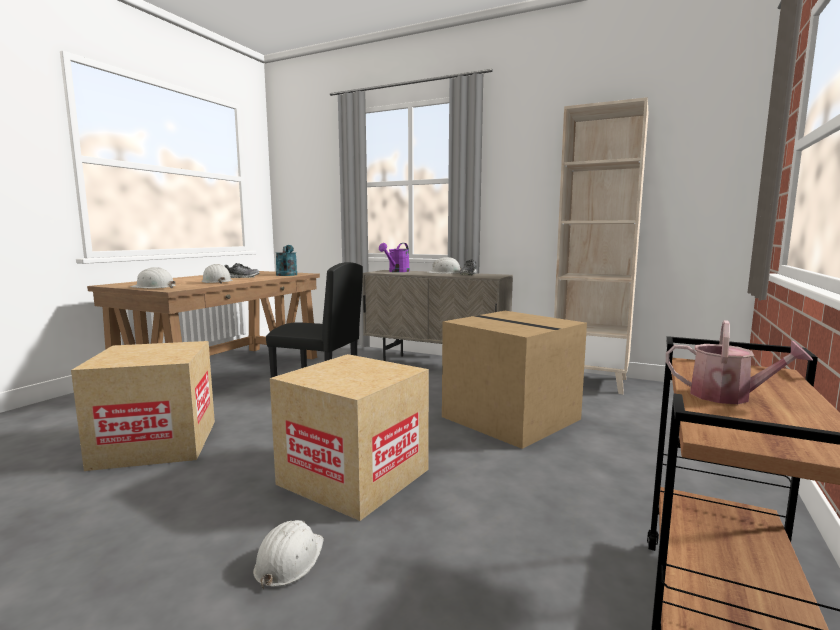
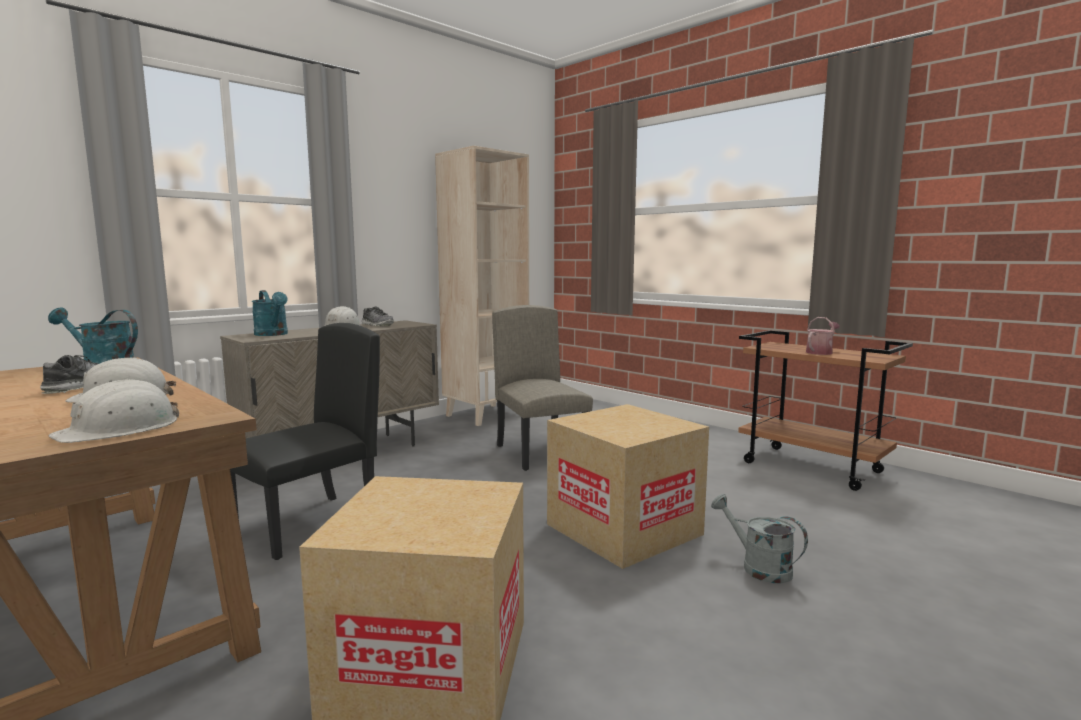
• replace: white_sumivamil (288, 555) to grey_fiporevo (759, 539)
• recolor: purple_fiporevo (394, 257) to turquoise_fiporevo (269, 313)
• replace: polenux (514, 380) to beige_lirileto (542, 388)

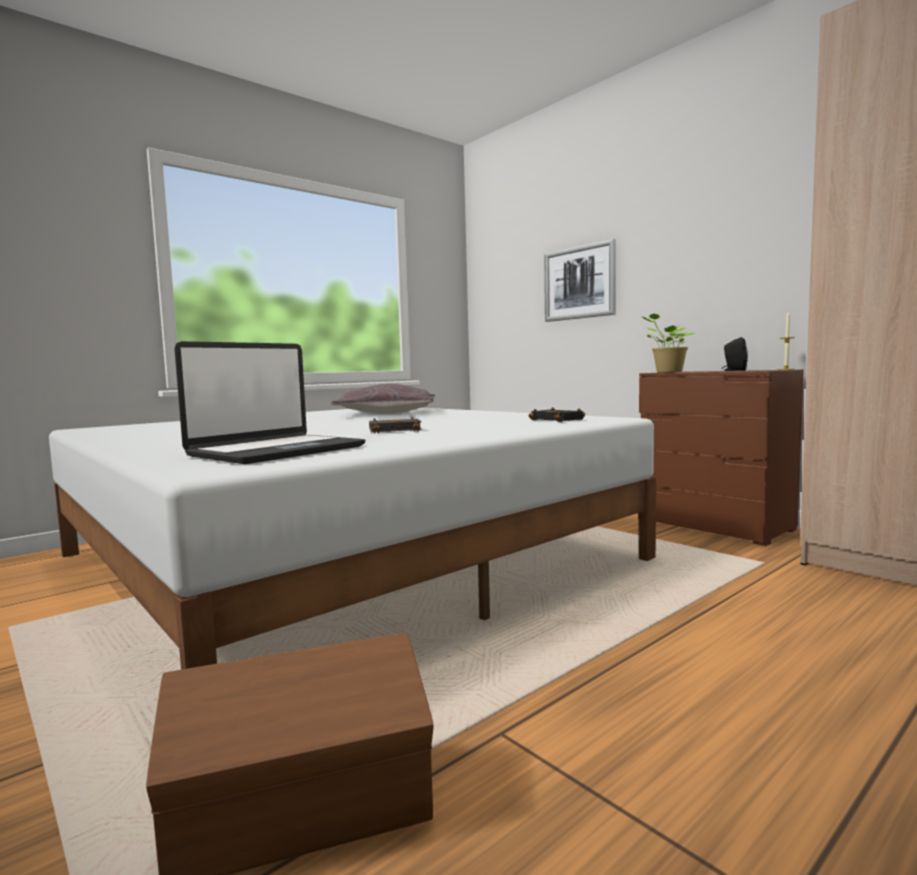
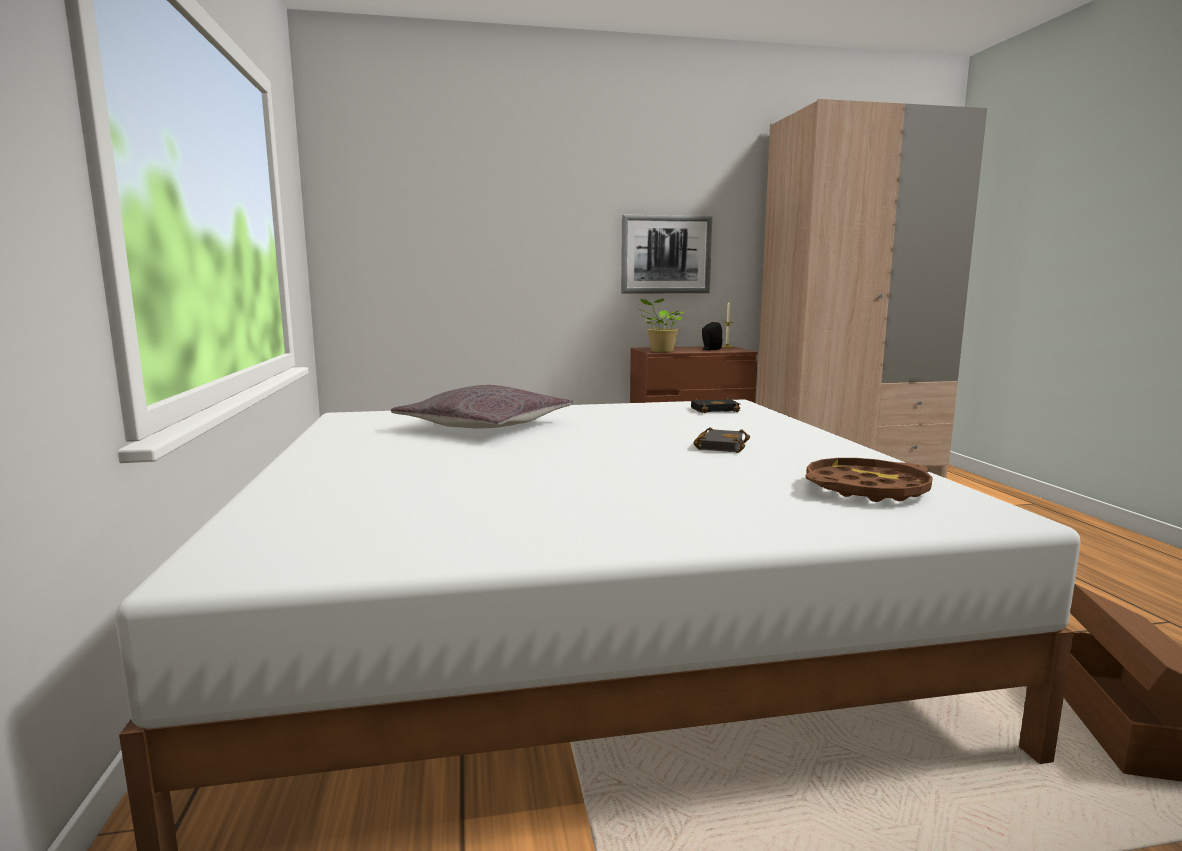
• replace: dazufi (269, 402) to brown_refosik (869, 480)
• move: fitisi (580, 280) to (666, 253)

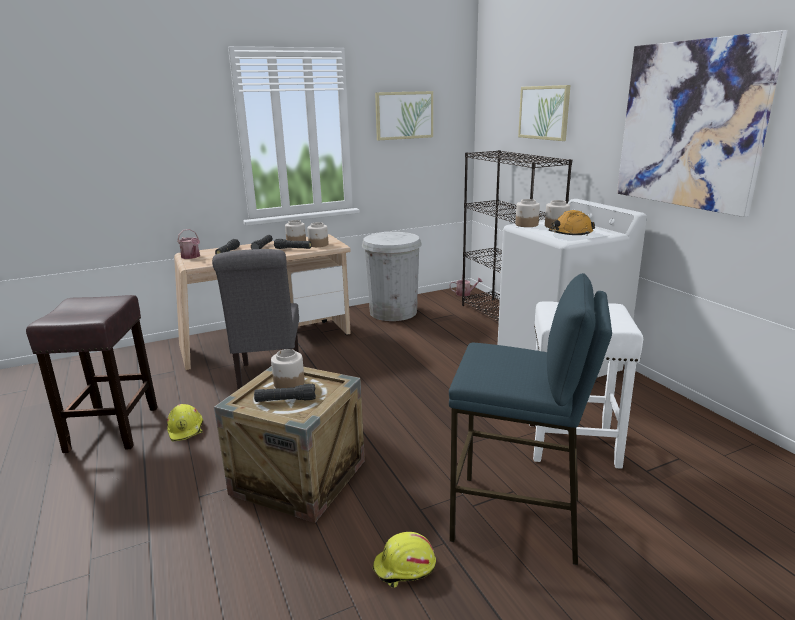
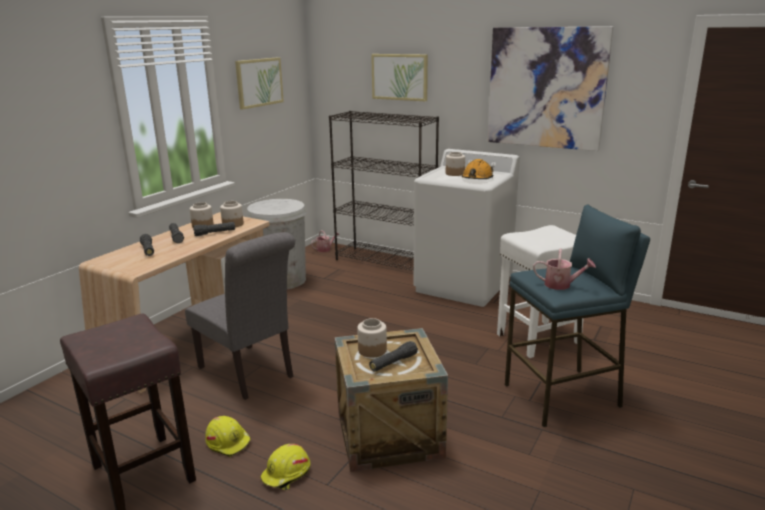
• move: fiporevo (188, 244) to (564, 269)
• move: yellow_sumivamil (404, 559) to (285, 467)
• delete: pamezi (527, 213)

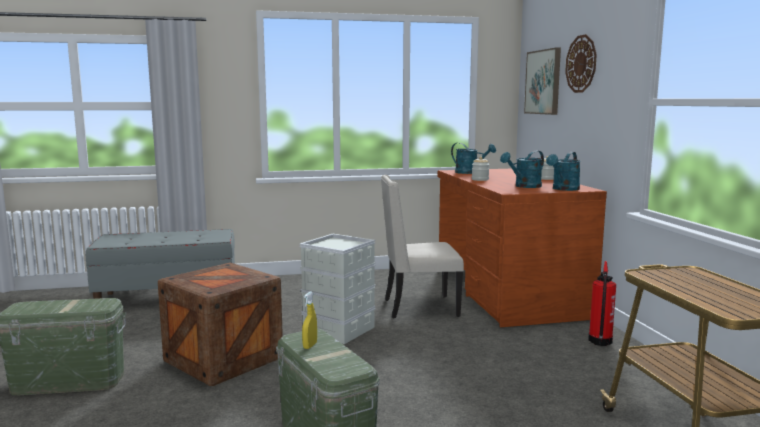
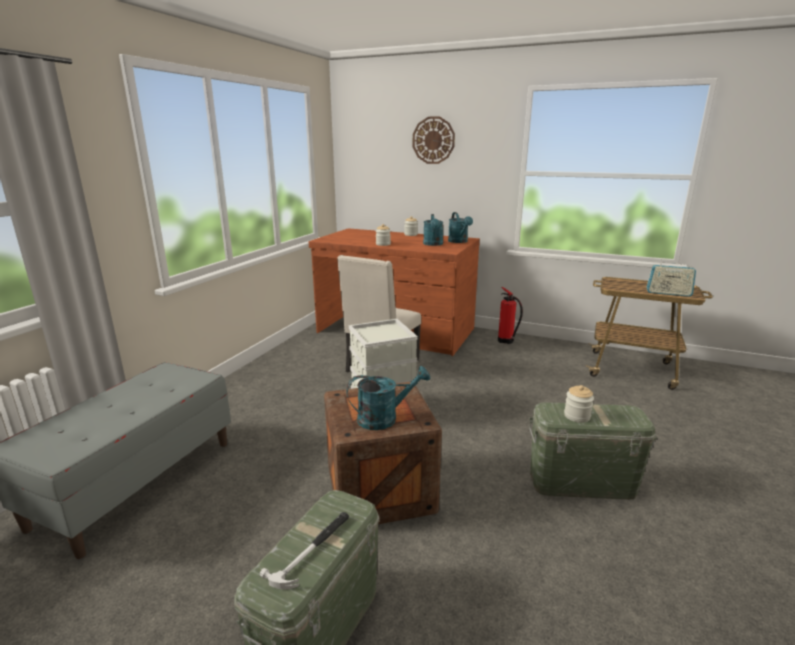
• replace: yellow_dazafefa (309, 320) to pamezi (579, 404)
• move: turquoise_fiporevo (473, 158) to (388, 398)
• delete: fitisi (542, 81)
• insert: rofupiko (304, 550)
• insert: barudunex (671, 278)

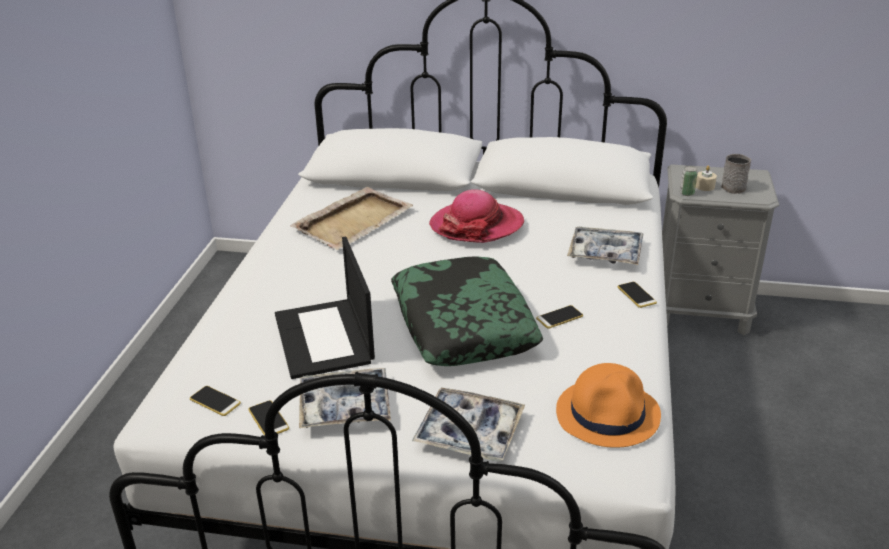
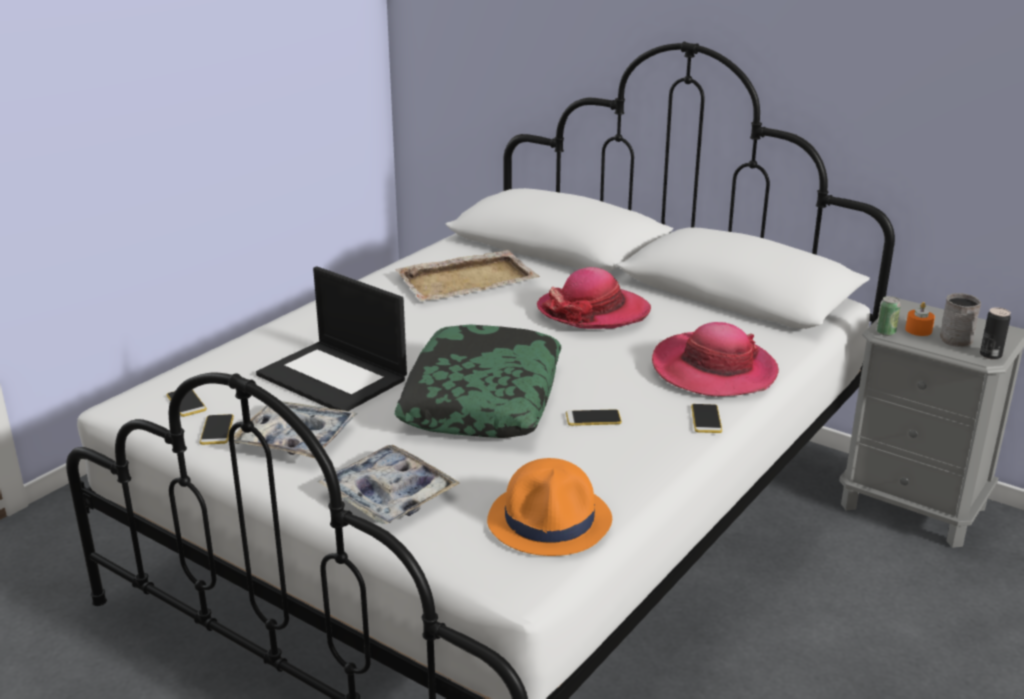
• rotate: dazufi (325, 308) = (331, 338) 60 degrees counterclockwise
• replace: refosik (605, 245) to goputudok (715, 359)
• recolor: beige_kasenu (706, 178) to orange_kasenu (920, 319)
• insert: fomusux (995, 333)

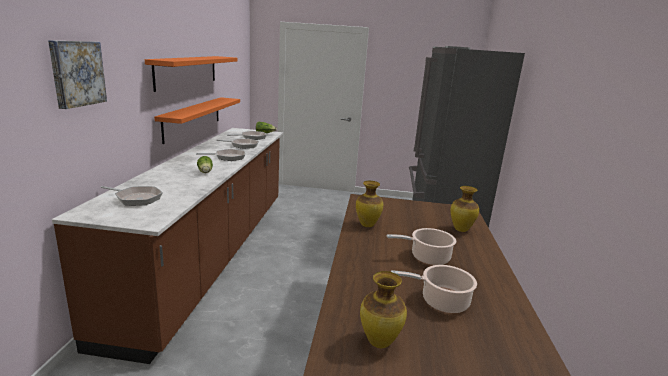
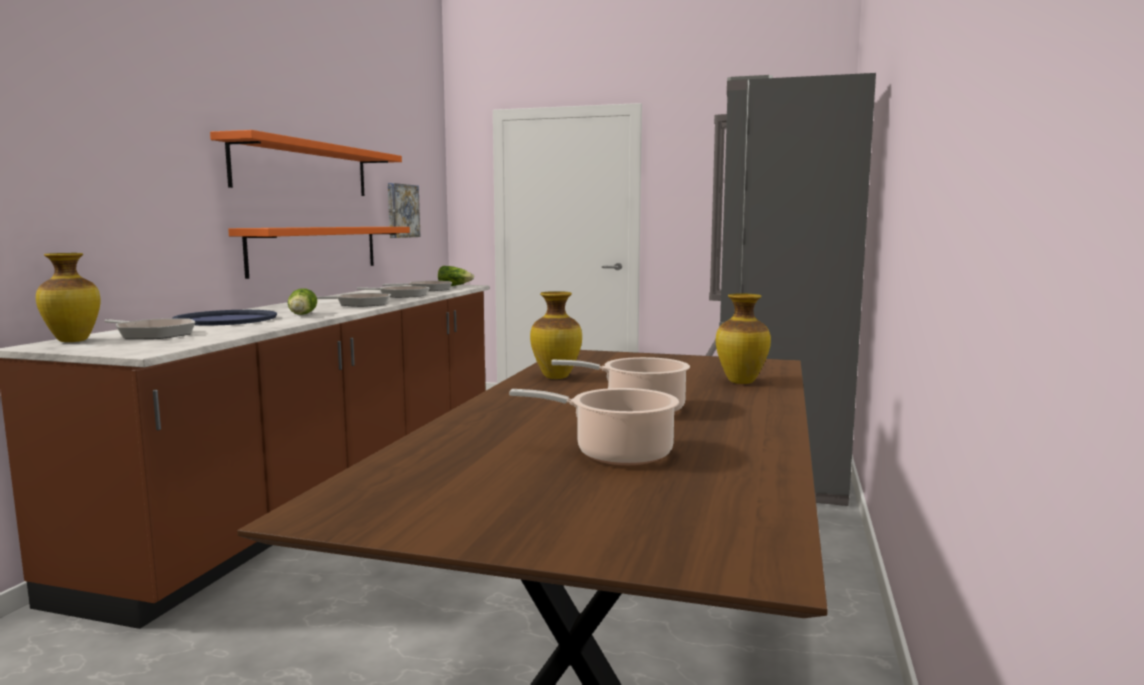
• move: fitisi (77, 74) to (404, 210)
• move: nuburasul (383, 309) to (68, 297)
• insert: blue_refosik (224, 318)

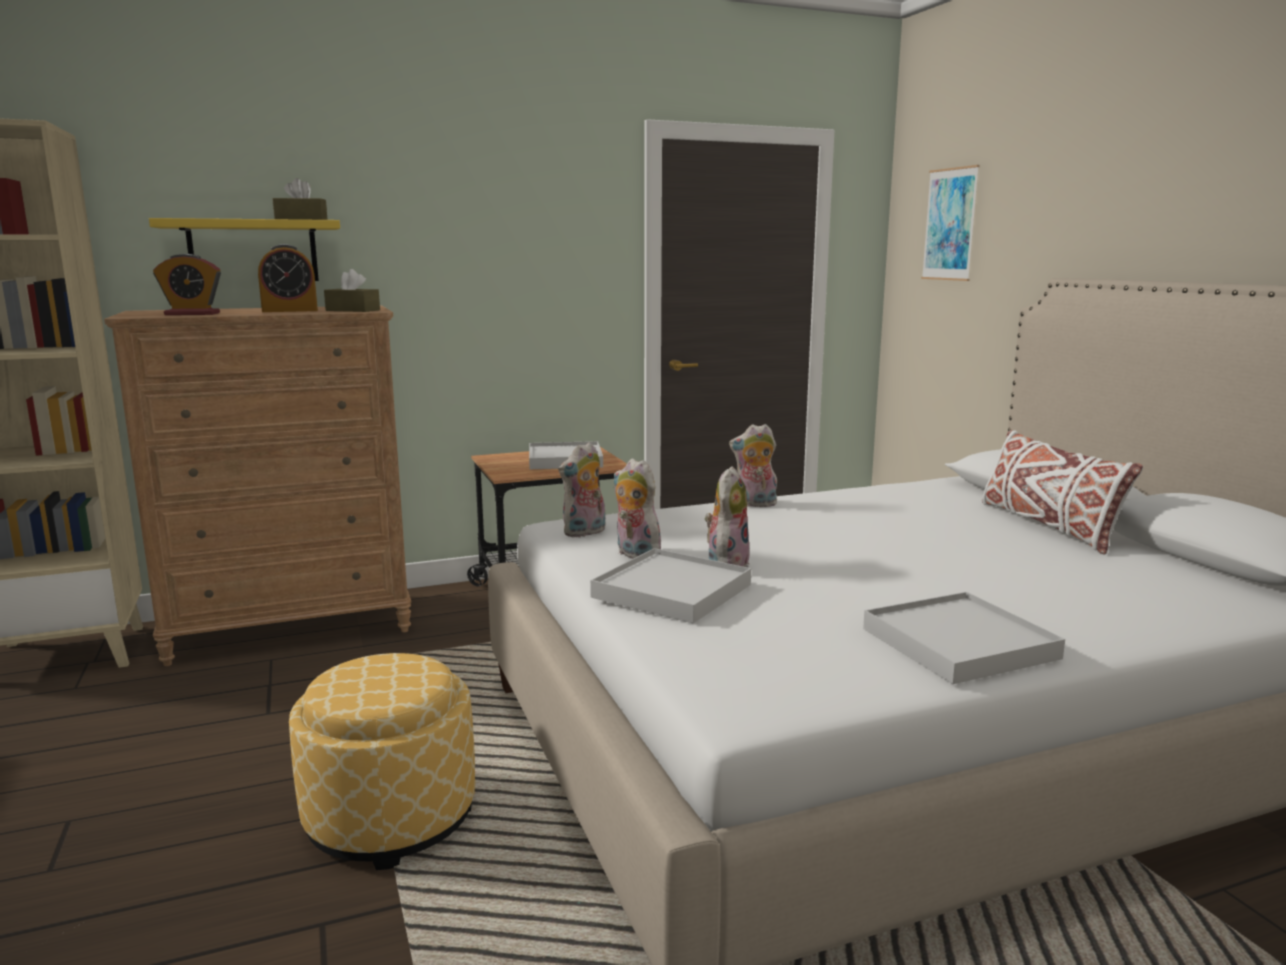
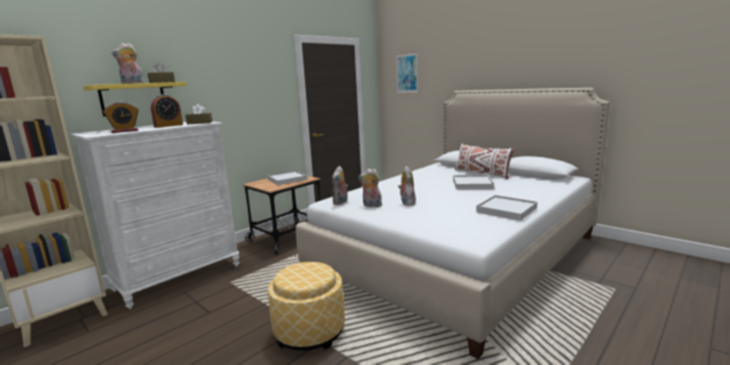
• recolor: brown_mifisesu (257, 485) to white_mifisesu (155, 215)
• move: white_refosik (670, 585) to (473, 182)
• move: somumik (753, 465) to (127, 63)

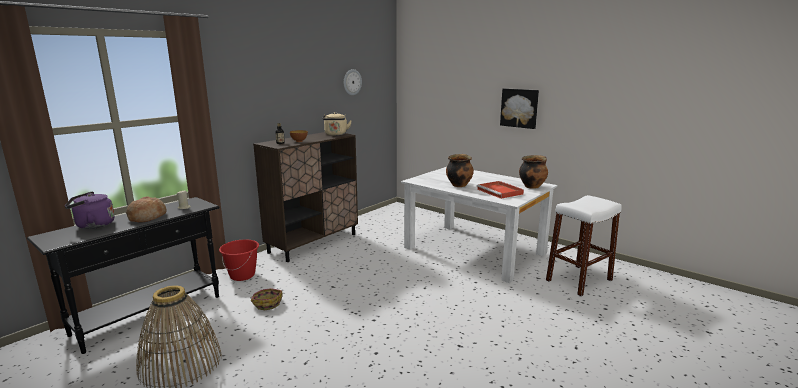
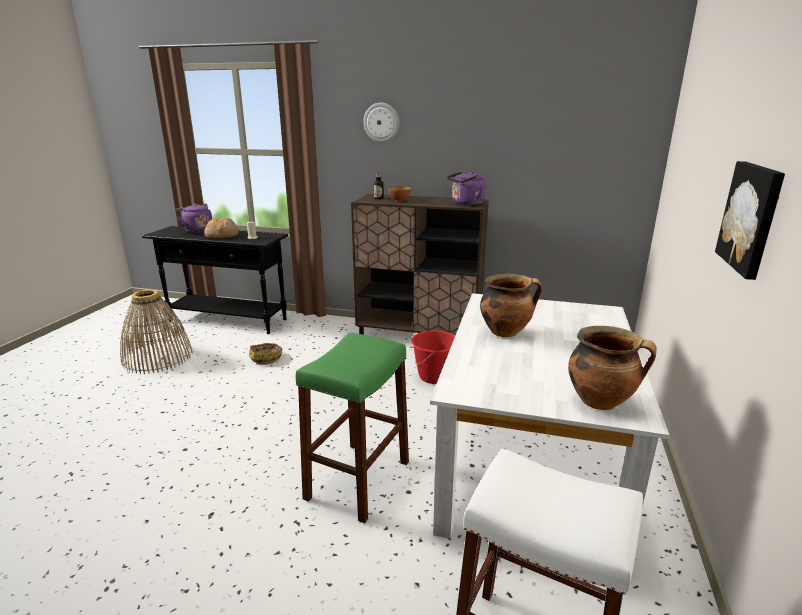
• move: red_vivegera (239, 260) to (433, 357)
• recolor: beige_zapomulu (337, 123) to purple_zapomulu (466, 188)
• move: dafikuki (353, 82) to (381, 122)
• delete: red_refosik (500, 190)
• insert: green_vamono (352, 428)

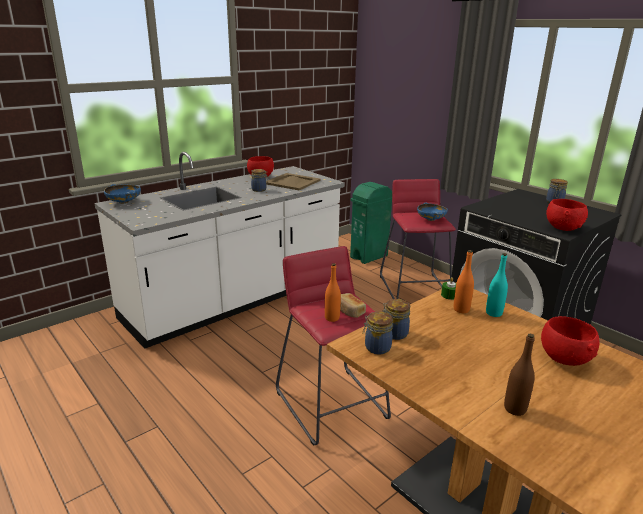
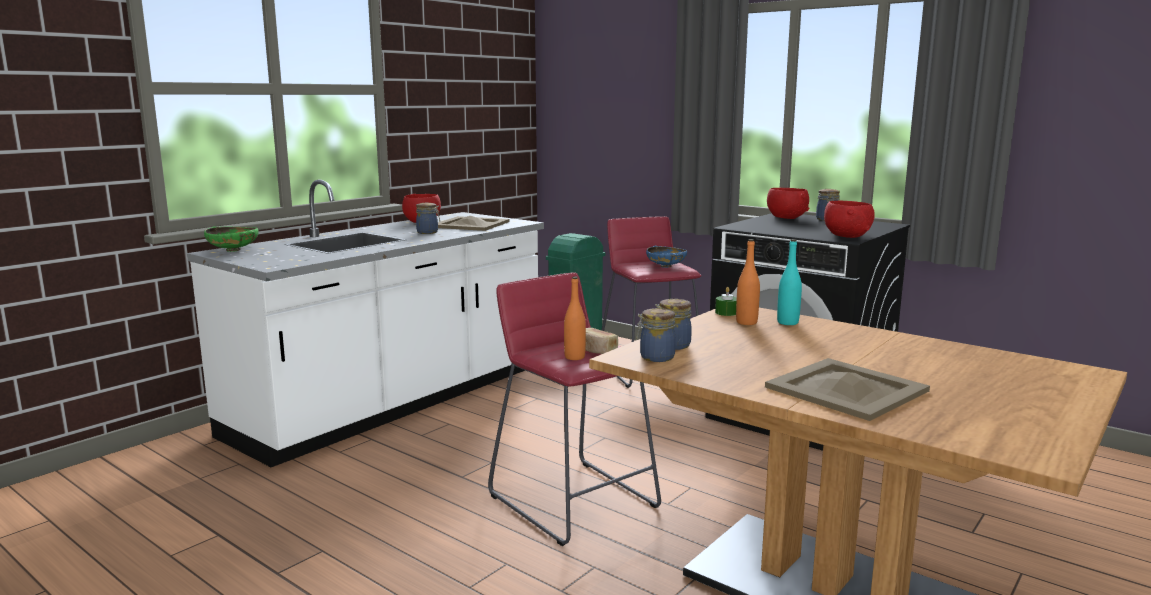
• recolor: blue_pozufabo (122, 194) to green_pozufabo (231, 239)
• replace: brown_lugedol (519, 374) to beige_refosik (847, 389)
• move: red_pozufabo (570, 341) to (788, 203)

